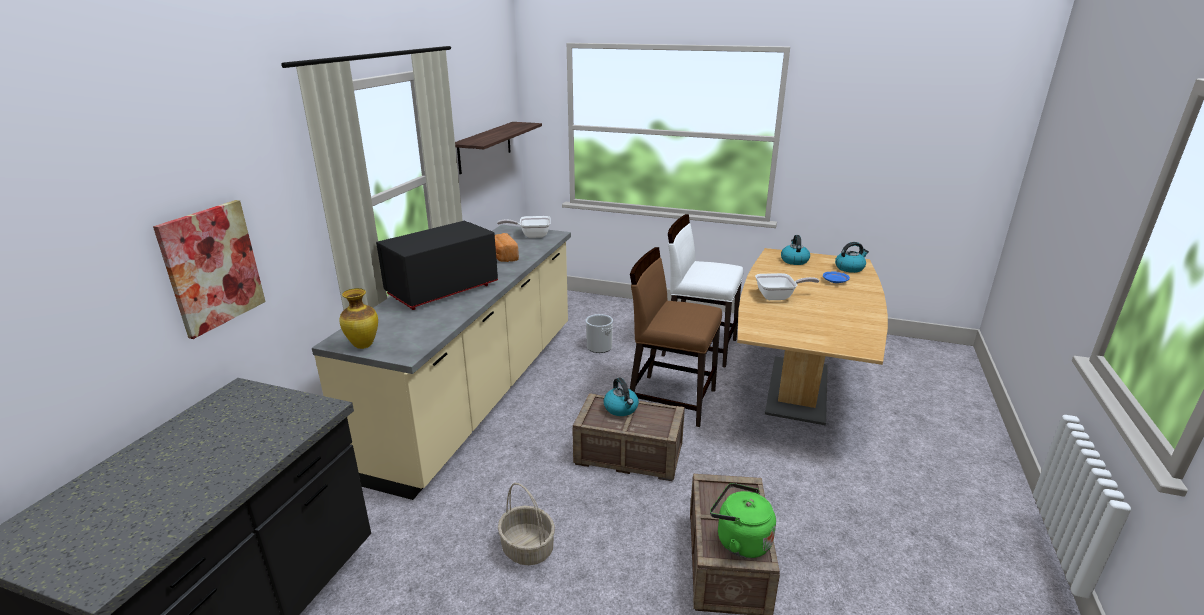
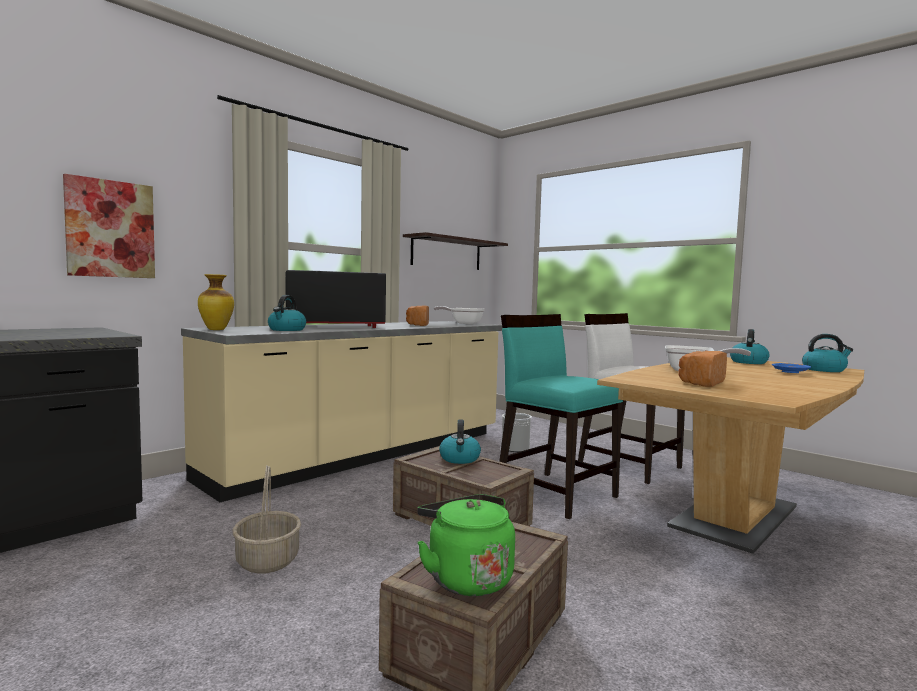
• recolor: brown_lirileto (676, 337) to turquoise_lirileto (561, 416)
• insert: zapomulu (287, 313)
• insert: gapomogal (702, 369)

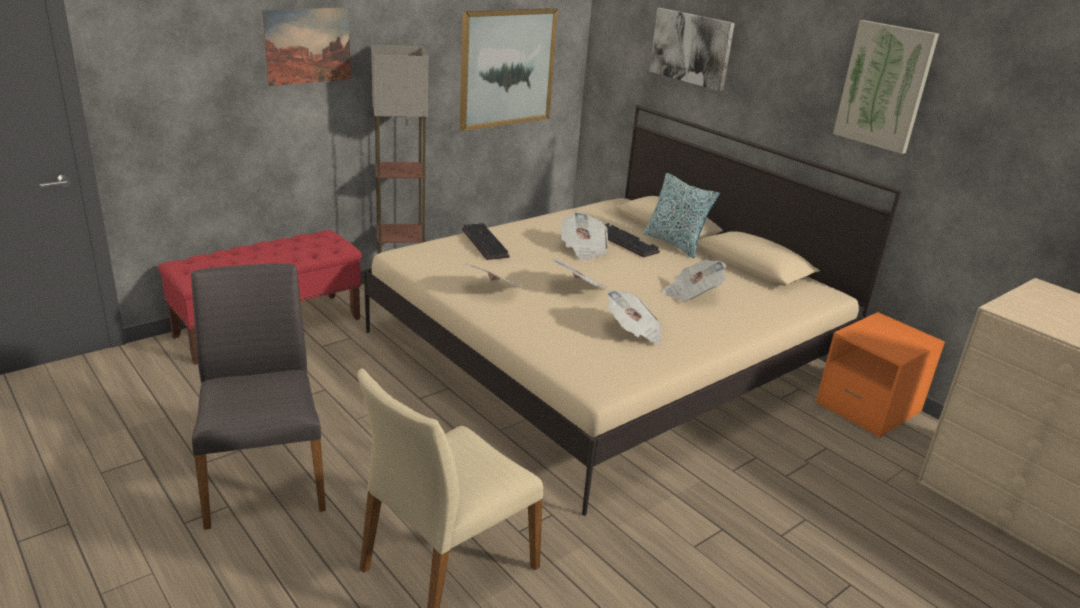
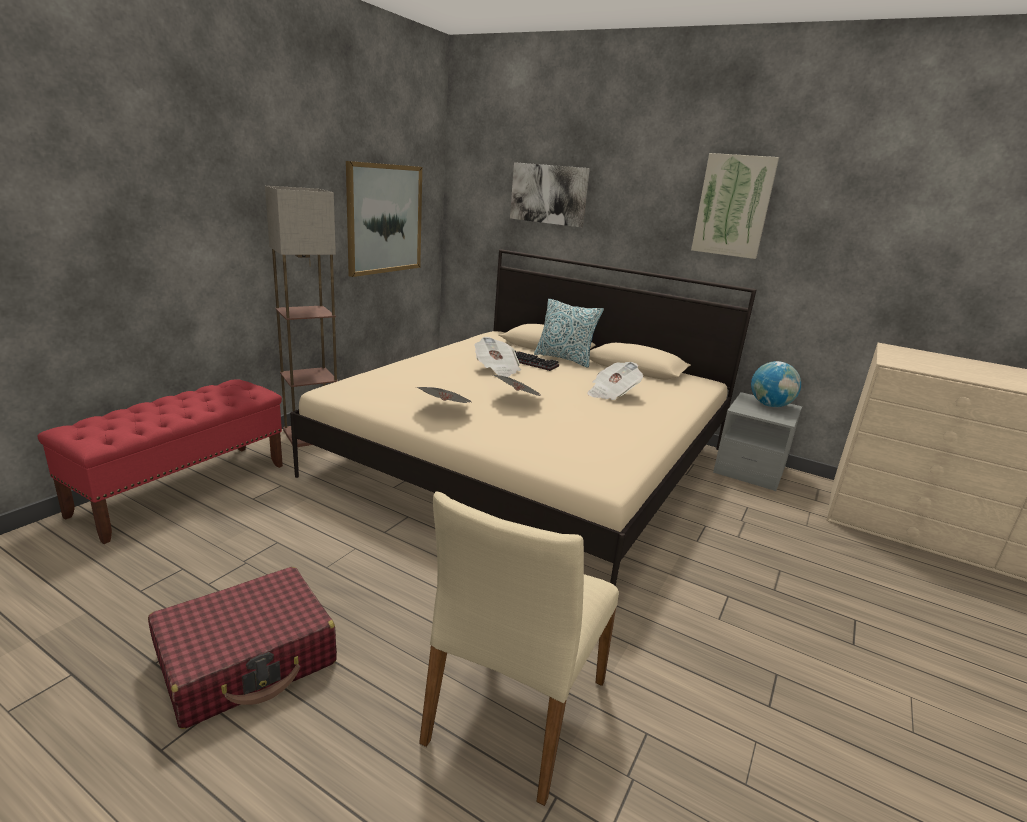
• replace: grey_lirileto (258, 397) to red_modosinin (242, 648)
• delete: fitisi (306, 46)
• delete: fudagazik (486, 241)
• delete: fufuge (635, 317)
• recolor: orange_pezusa (880, 375) to grey_pezusa (757, 441)
• insert: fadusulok (776, 384)

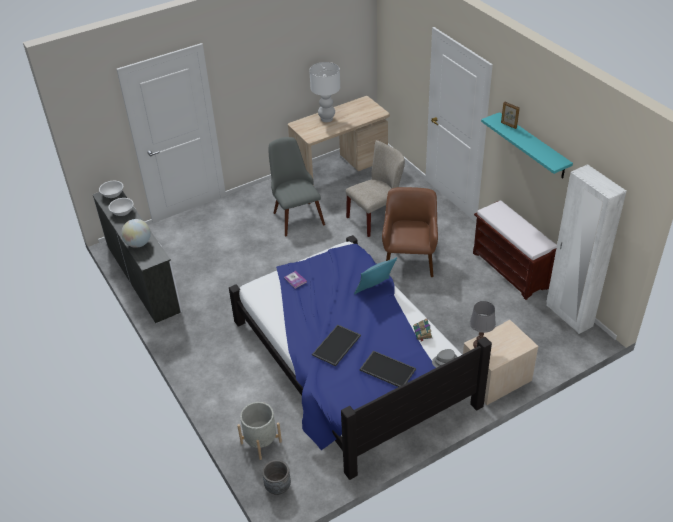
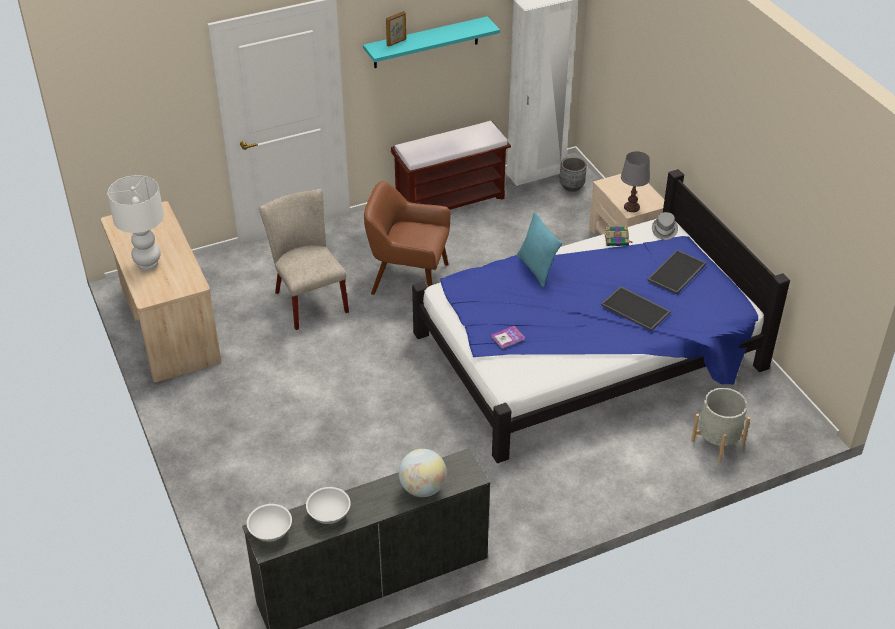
• move: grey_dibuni (276, 477) to (573, 174)
• delete: grey_lirileto (297, 186)

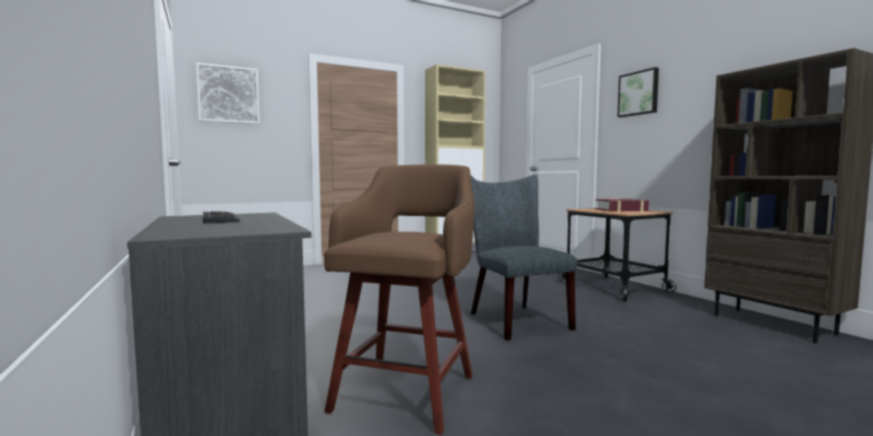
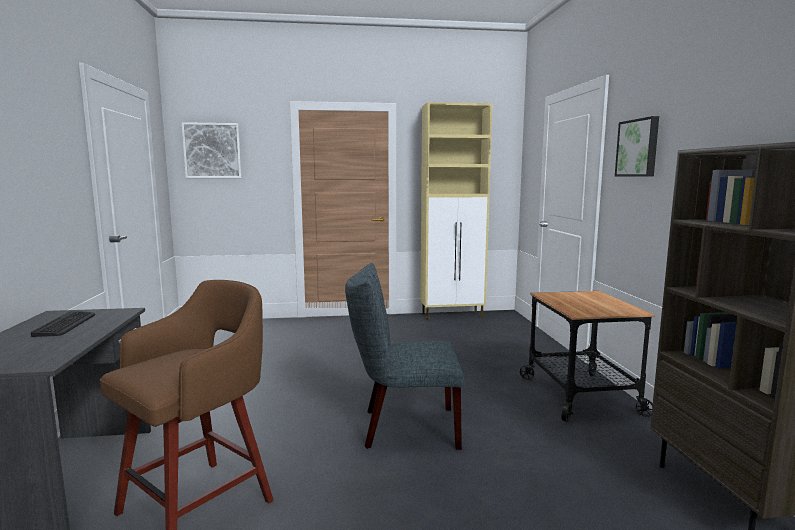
• rotate: grey_lirileto (523, 257) = (404, 356) 90 degrees counterclockwise
• delete: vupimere (622, 205)

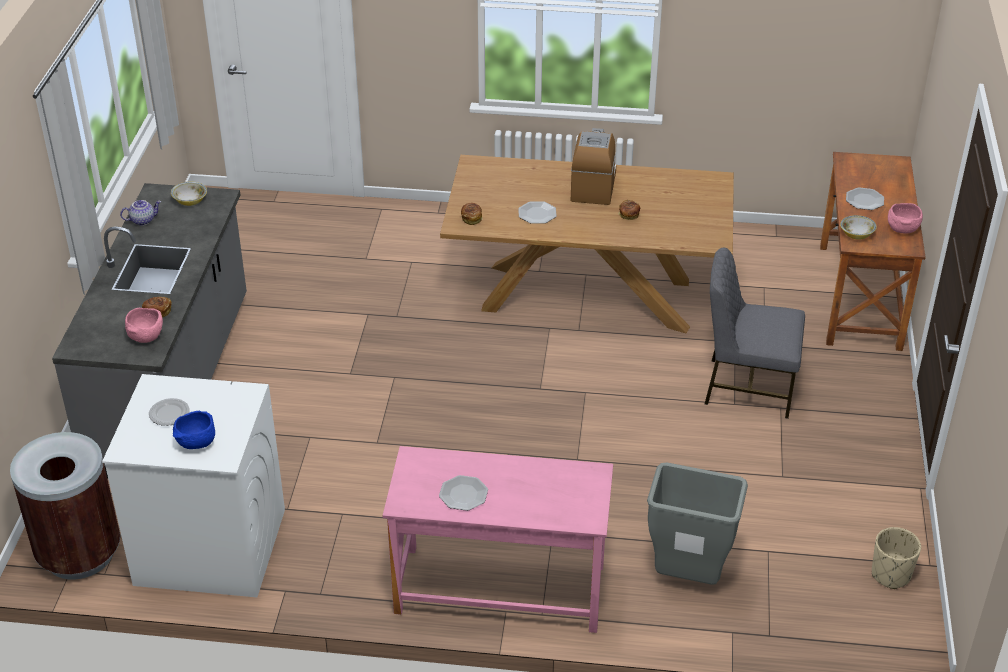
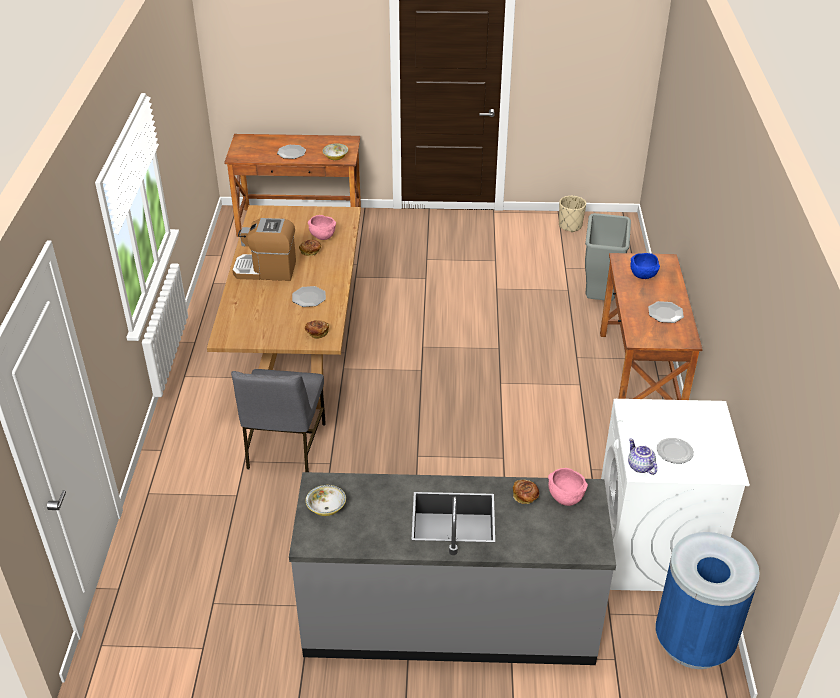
• recolor: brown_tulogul (65, 506) to blue_tulogul (707, 600)
• move: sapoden (140, 213) to (642, 457)
• move: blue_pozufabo (194, 430) to (645, 266)
• recolor: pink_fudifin (498, 539) to brown_fudifin (651, 326)
• move: grey_lirileto (755, 333) to (278, 420)
• move: pink_pozufabo (905, 218) to (322, 227)

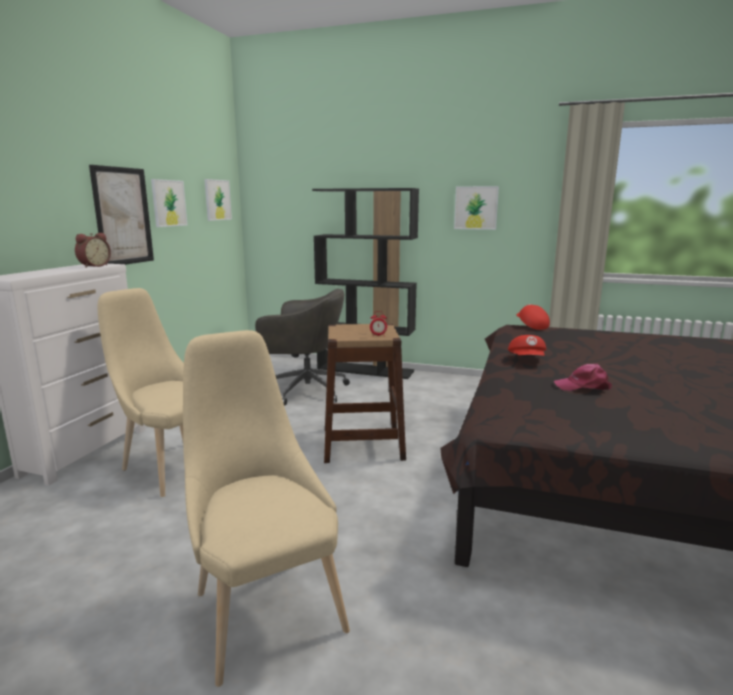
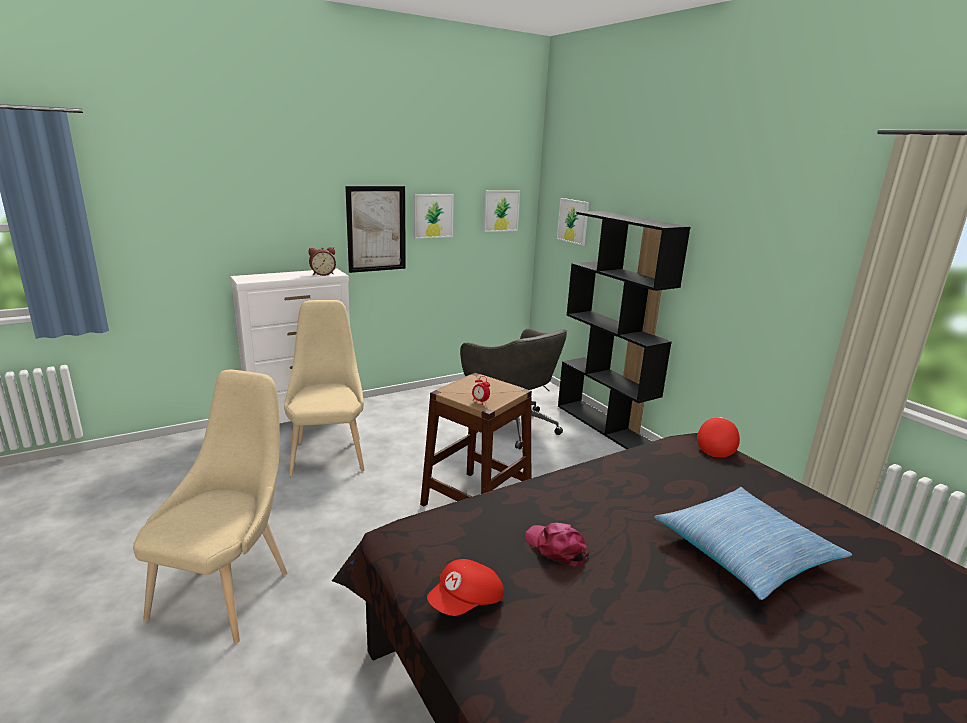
• move: fitisi (476, 208) to (573, 222)
• move: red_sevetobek (527, 345) to (465, 587)
• insert: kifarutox (753, 543)

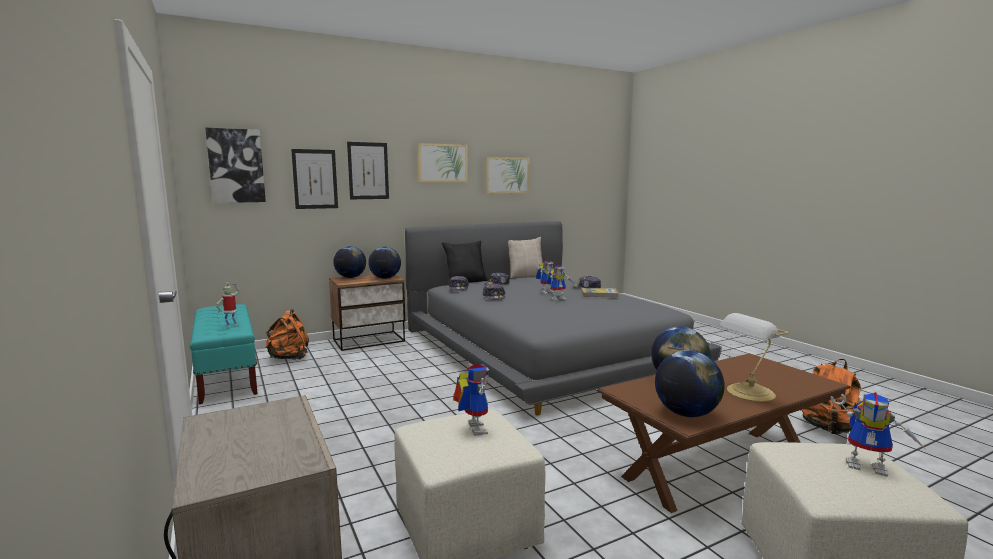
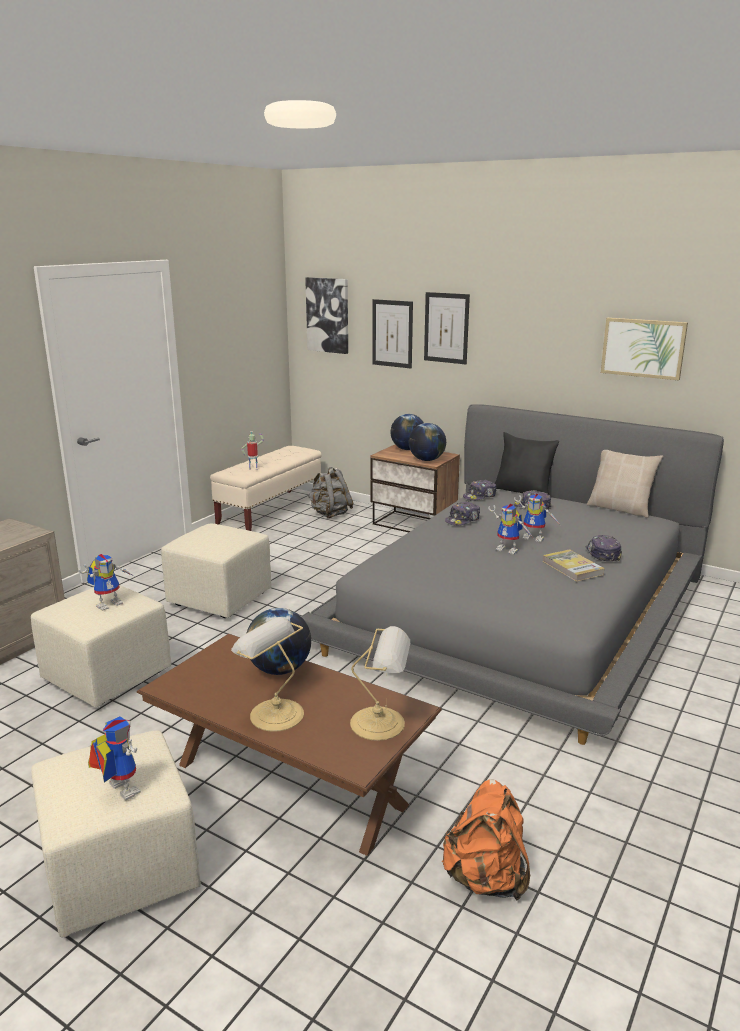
• recolor: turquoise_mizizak (224, 354) to beige_mizizak (266, 488)
• recolor: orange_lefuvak (287, 334) to grey_lefuvak (330, 492)
• delete: fitisi (442, 163)
• delete: fadusulok (690, 383)
• rotate: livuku (878, 434) = (114, 758) 135 degrees clockwise
• insert: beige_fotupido (216, 570)
• insert: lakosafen (380, 683)

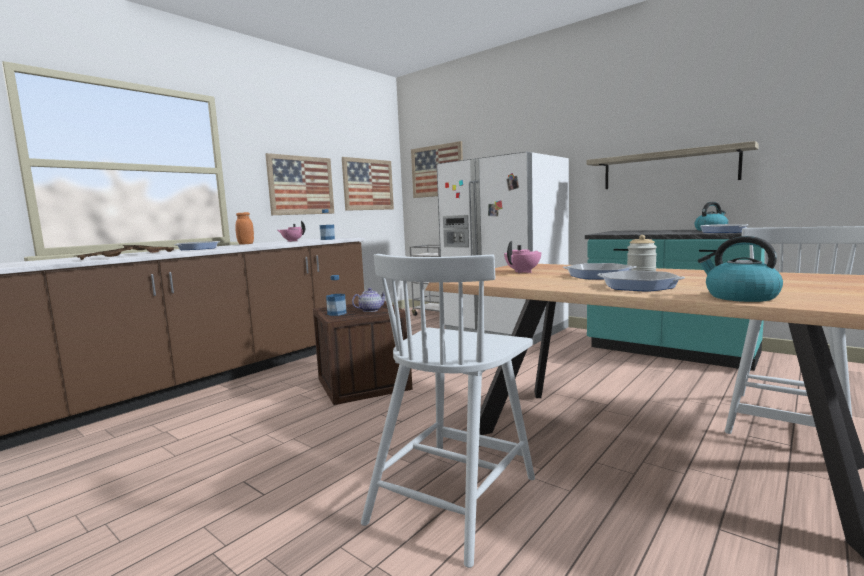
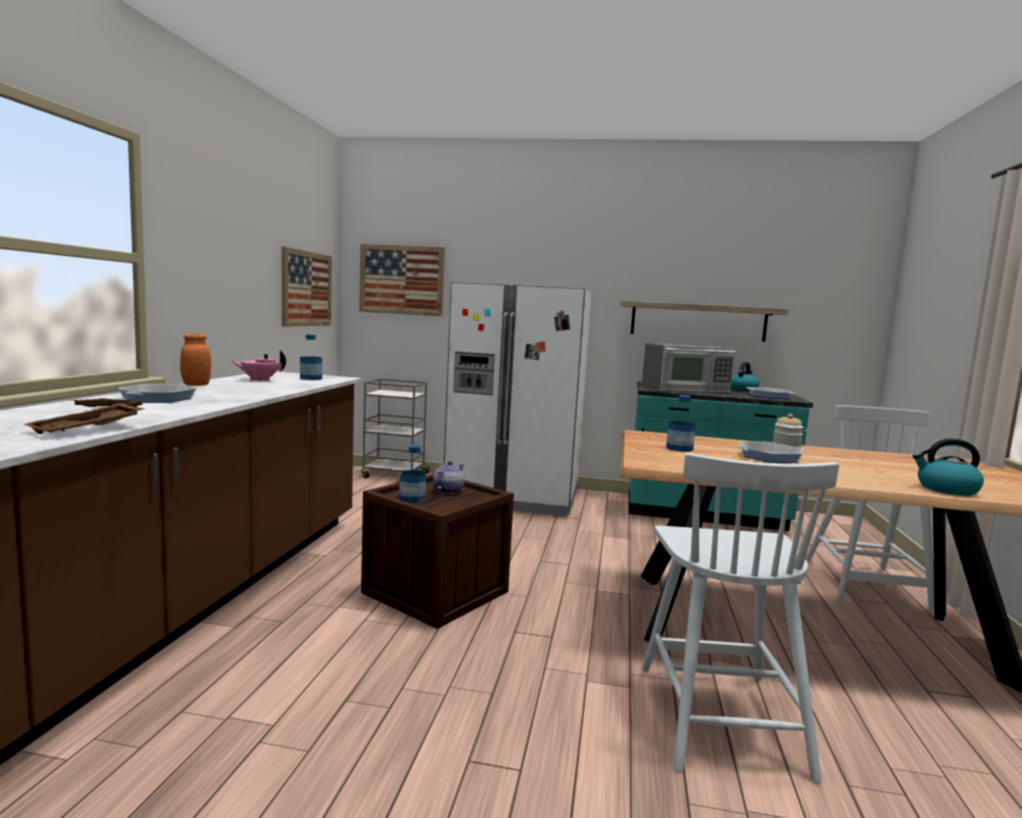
• delete: fitisi (299, 184)
• replace: pink_sapoden (522, 257) to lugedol (681, 423)
• delete: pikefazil (641, 281)
• insert: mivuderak (689, 368)

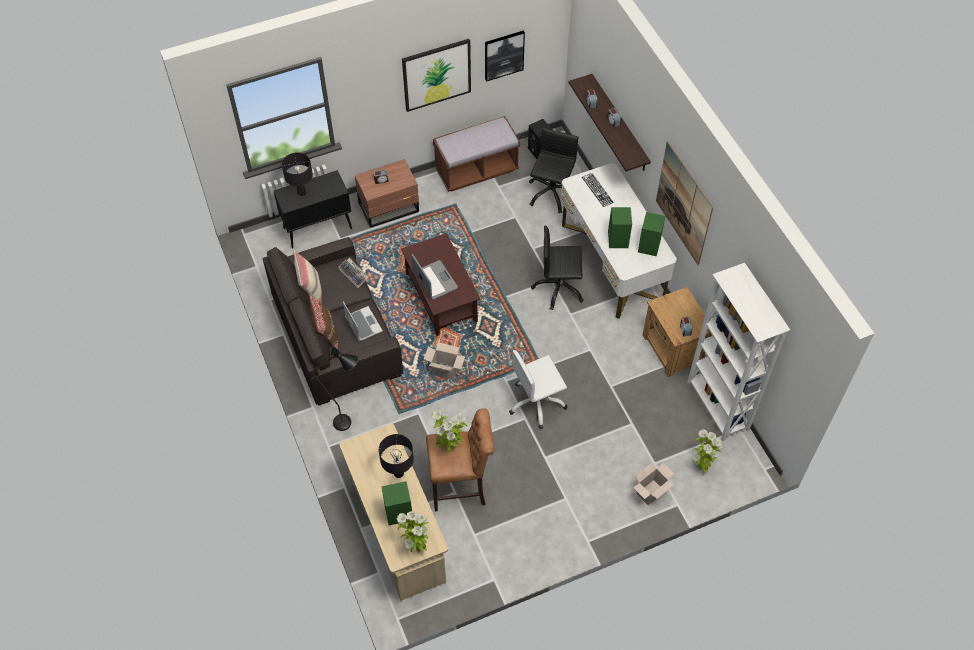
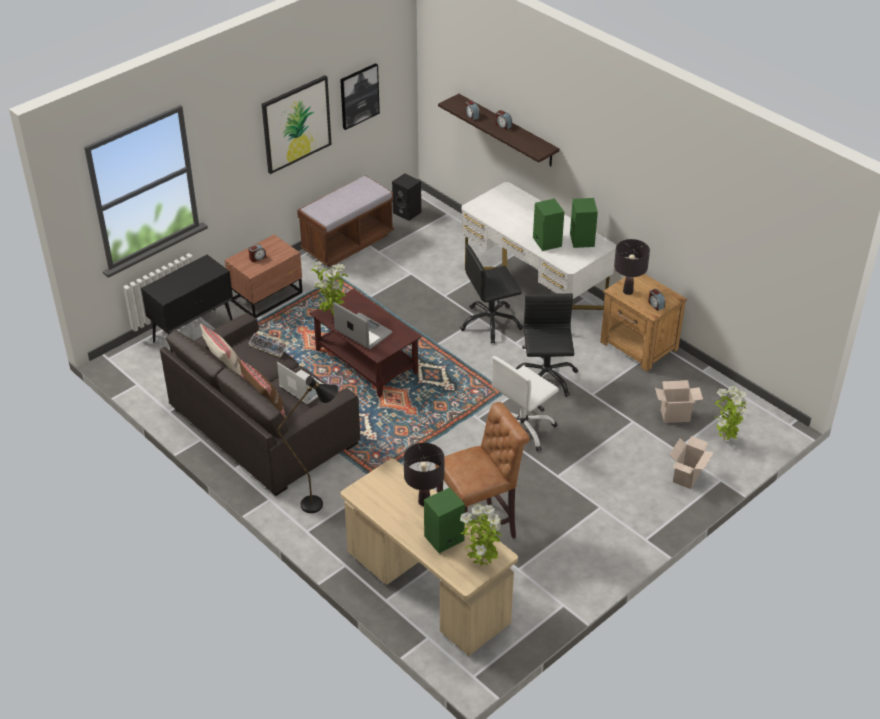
• move: black_lakosafen (297, 174) to (632, 267)
• move: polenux (444, 361) to (679, 401)
• move: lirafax (449, 431) to (329, 288)
• move: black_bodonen (554, 170) to (547, 345)
• delete: fudagazik (598, 190)
• delete: fitisi (684, 203)
• delete: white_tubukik (738, 352)

